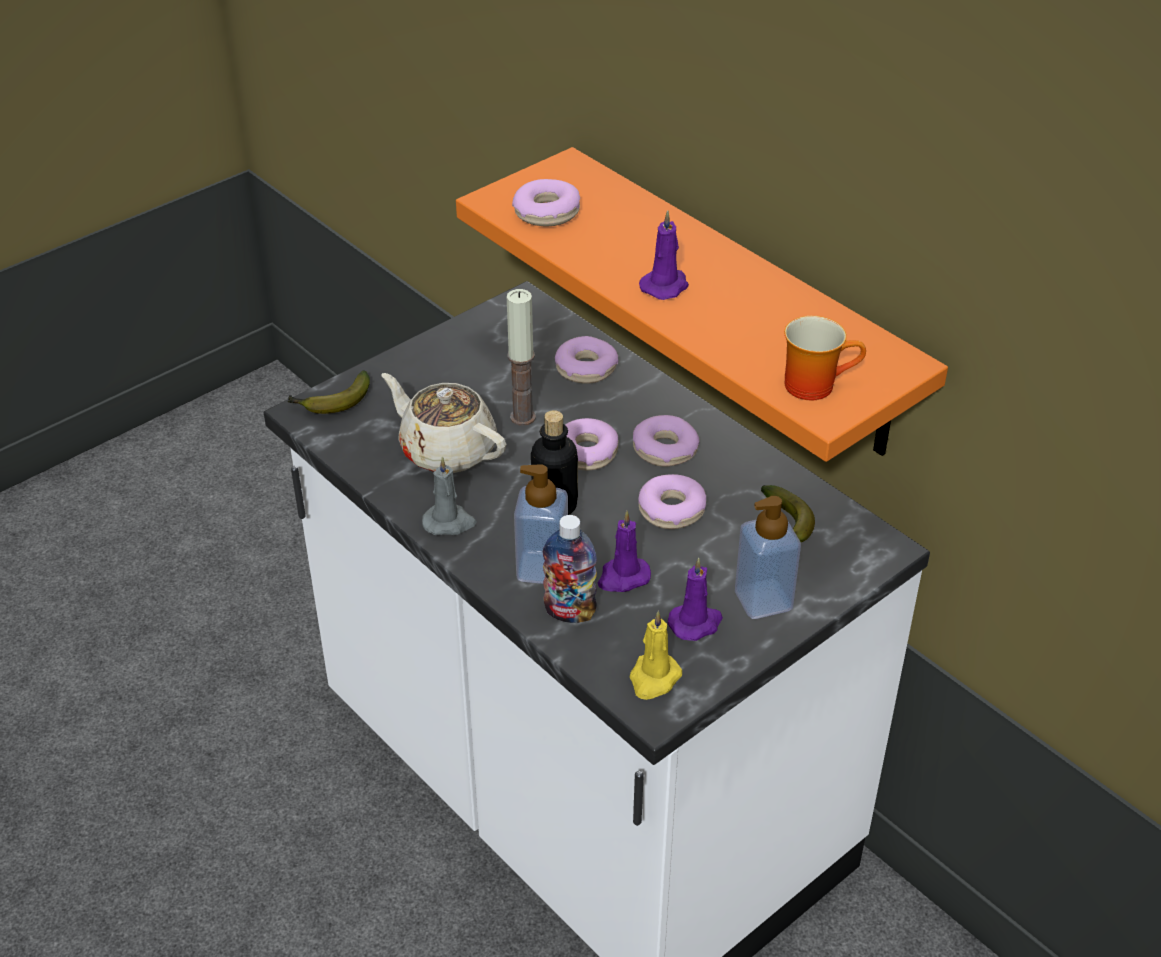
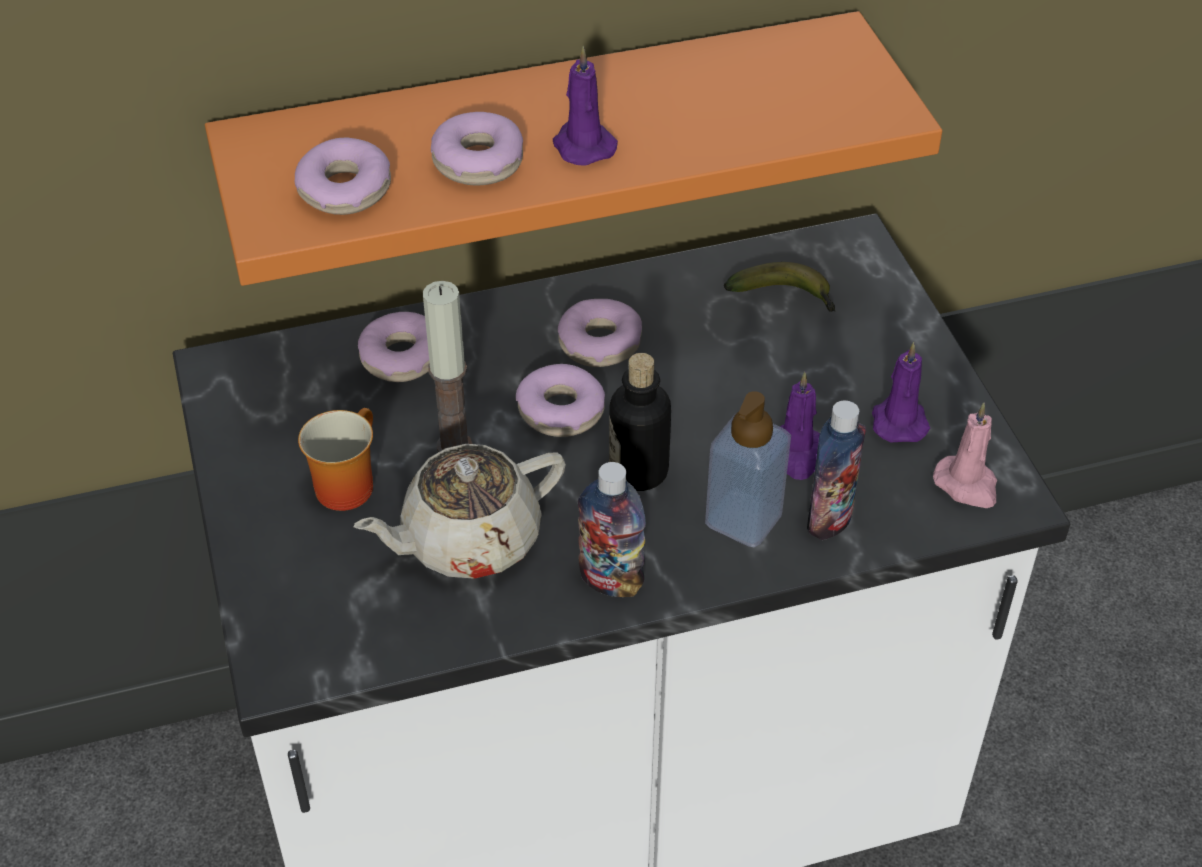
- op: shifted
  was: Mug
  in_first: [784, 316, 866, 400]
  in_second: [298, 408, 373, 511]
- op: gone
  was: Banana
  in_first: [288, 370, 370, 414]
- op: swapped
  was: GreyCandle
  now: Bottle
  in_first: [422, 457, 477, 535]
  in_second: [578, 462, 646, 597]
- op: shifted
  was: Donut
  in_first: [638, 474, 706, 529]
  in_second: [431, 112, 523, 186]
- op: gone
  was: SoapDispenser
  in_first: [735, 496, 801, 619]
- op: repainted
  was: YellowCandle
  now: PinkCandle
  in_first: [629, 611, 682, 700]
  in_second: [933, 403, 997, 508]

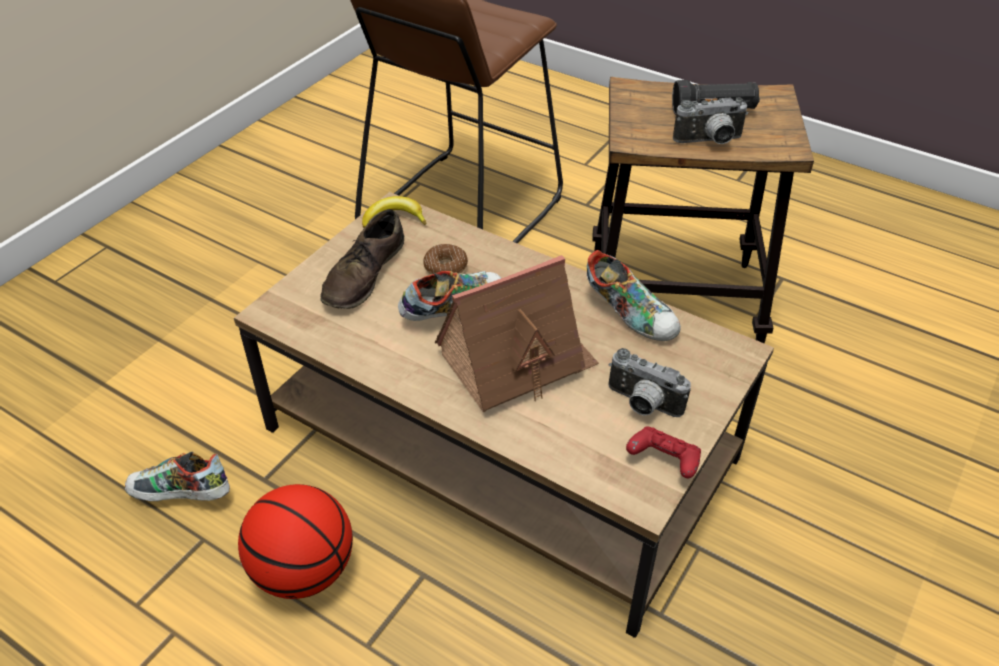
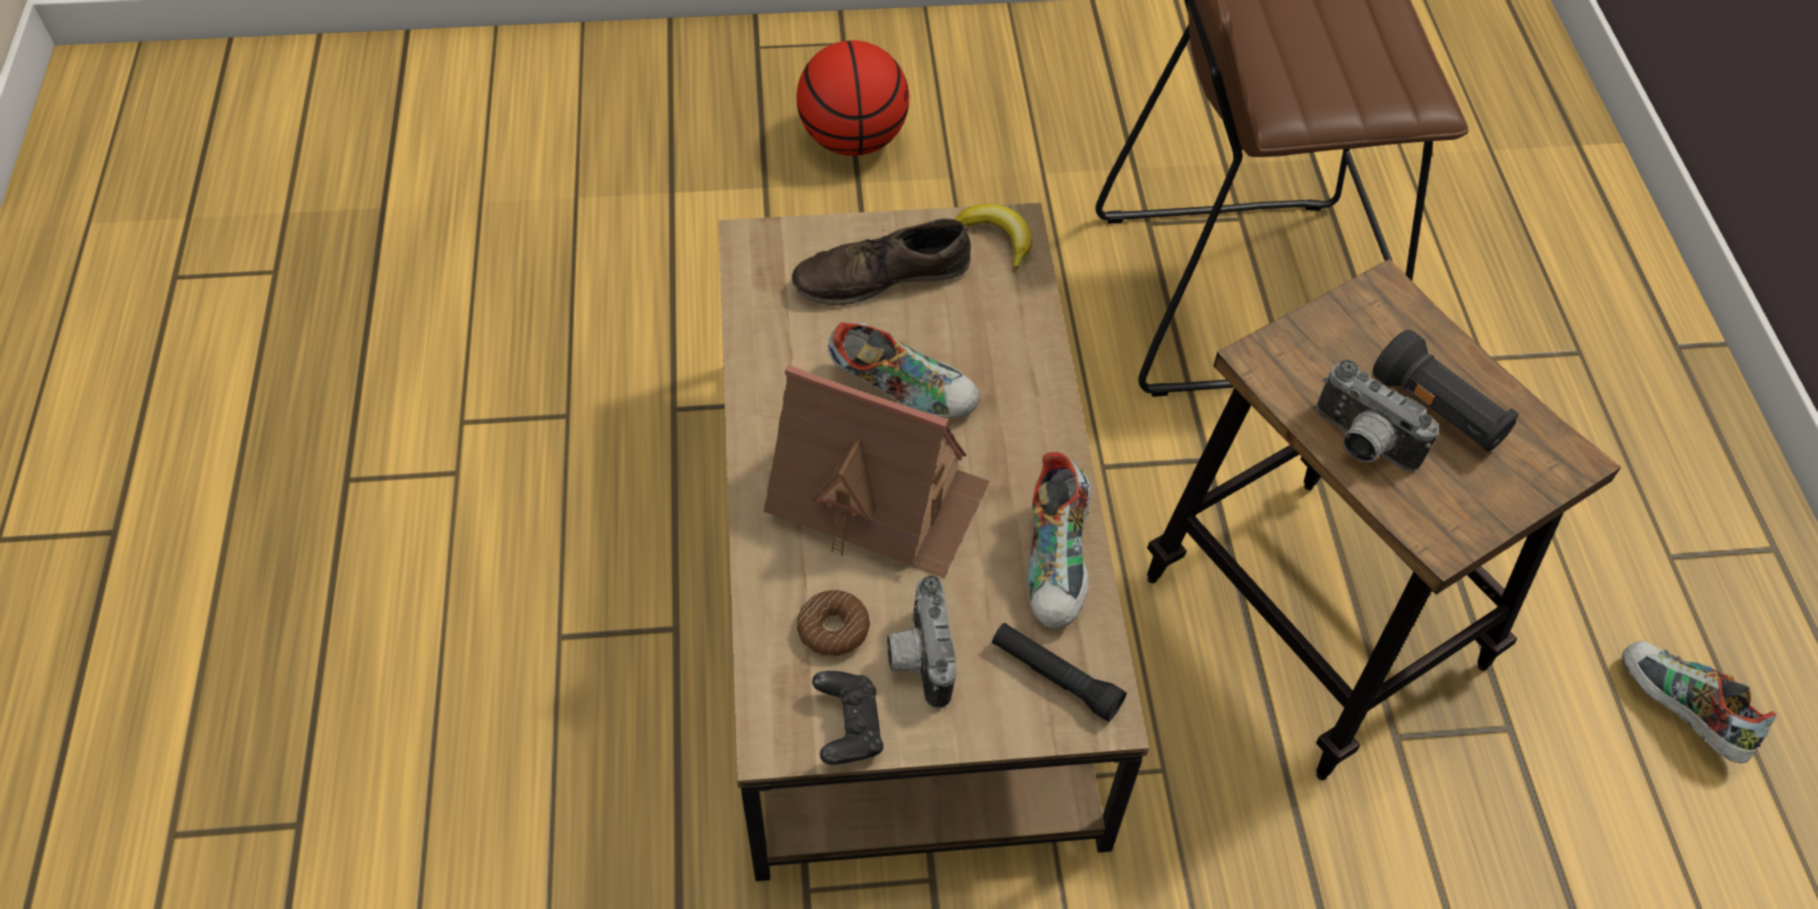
- op: shifted
  was: Donut
  in_first: [423, 244, 468, 275]
  in_second: [797, 590, 870, 657]
- op: repainted
  was: RedGameController
  now: BlackGameController
  in_first: [626, 426, 701, 478]
  in_second: [812, 671, 884, 765]
- op: shifted
  was: Shoe
  in_first: [125, 452, 230, 501]
  in_second: [1622, 641, 1776, 763]
- op: shifted
  was: Basketball
  in_first: [238, 484, 353, 599]
  in_second: [797, 40, 909, 156]
- op: new
  now: BlackFlashlight
  in_second: [992, 623, 1127, 722]

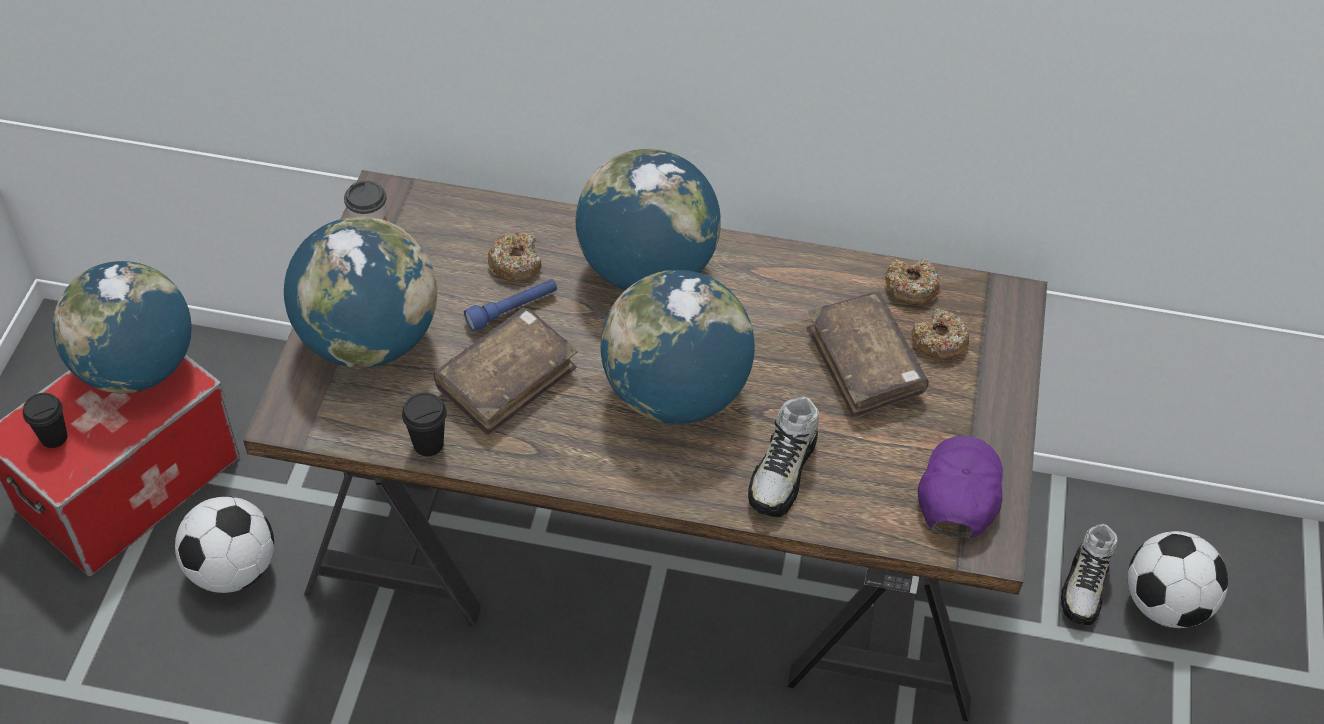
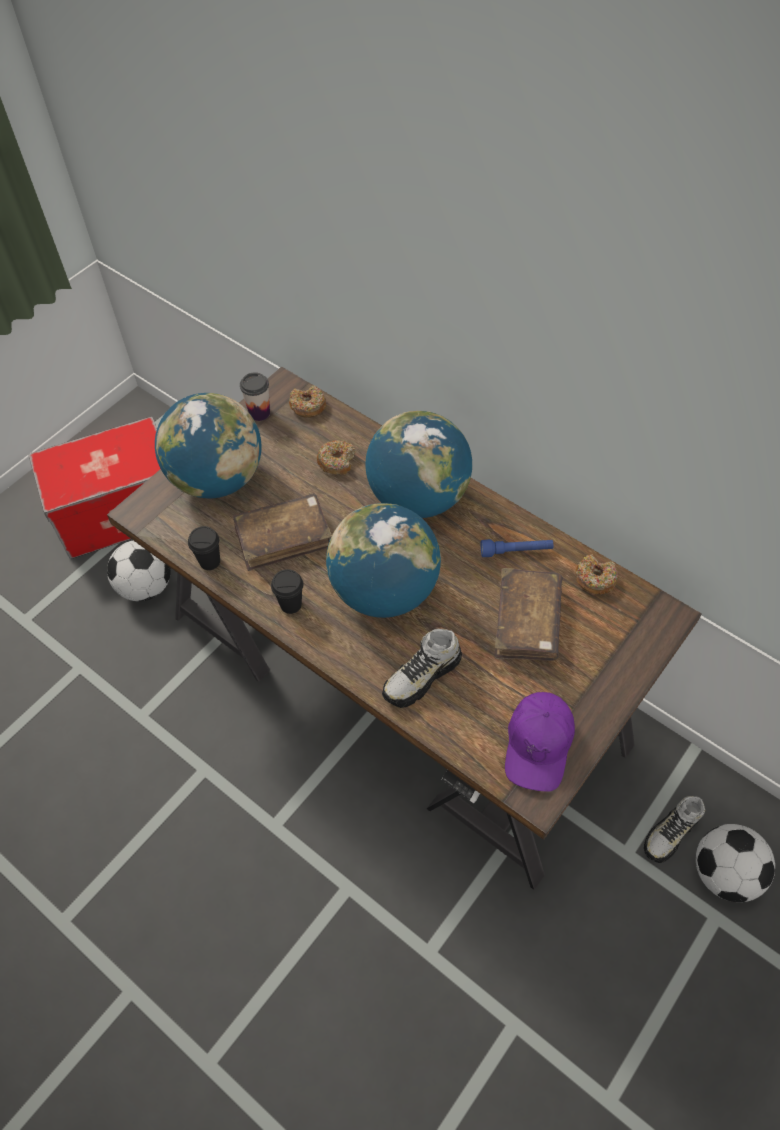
- op: gone
  was: Globe
  in_first: [53, 261, 191, 393]
- op: shifted
  was: BlueFlashlight
  in_first: [464, 279, 557, 331]
  in_second: [481, 539, 554, 557]
- op: shifted
  was: Donut
  in_first: [911, 309, 969, 360]
  in_second: [289, 385, 326, 418]
- op: shifted
  was: BlackCup
  in_first: [23, 393, 68, 448]
  in_second: [271, 569, 303, 614]
- op: rotated
  was: PurpleCap
  in_first: [918, 436, 1003, 538]
  in_second: [505, 692, 575, 792]
  clockwise: 150

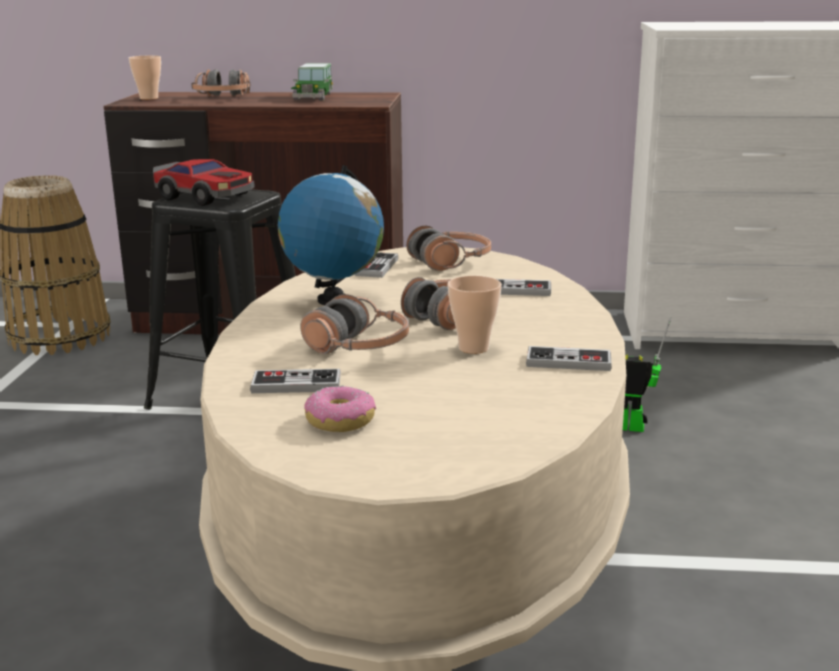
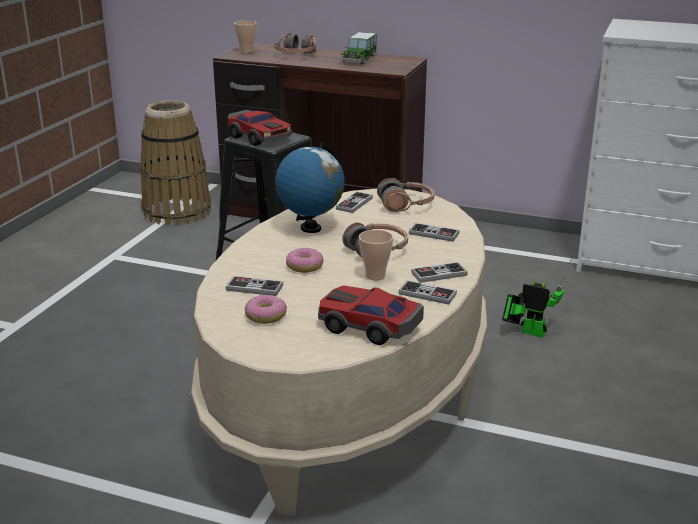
- op: swapped
  was: Headphones
  now: Donut
  in_first: [301, 294, 409, 354]
  in_second: [286, 248, 324, 273]
- op: new
  now: GameController
  in_second: [411, 262, 468, 283]
- op: new
  now: ToyCar
  in_second: [318, 285, 424, 345]

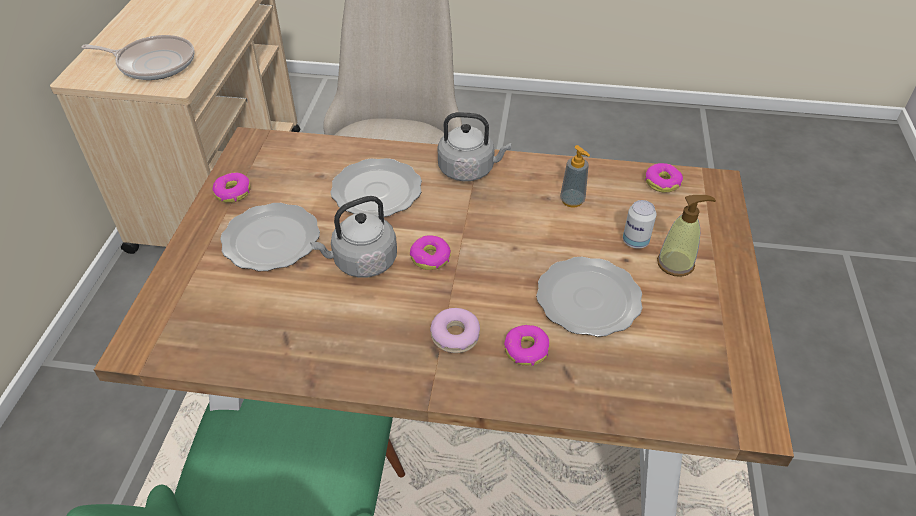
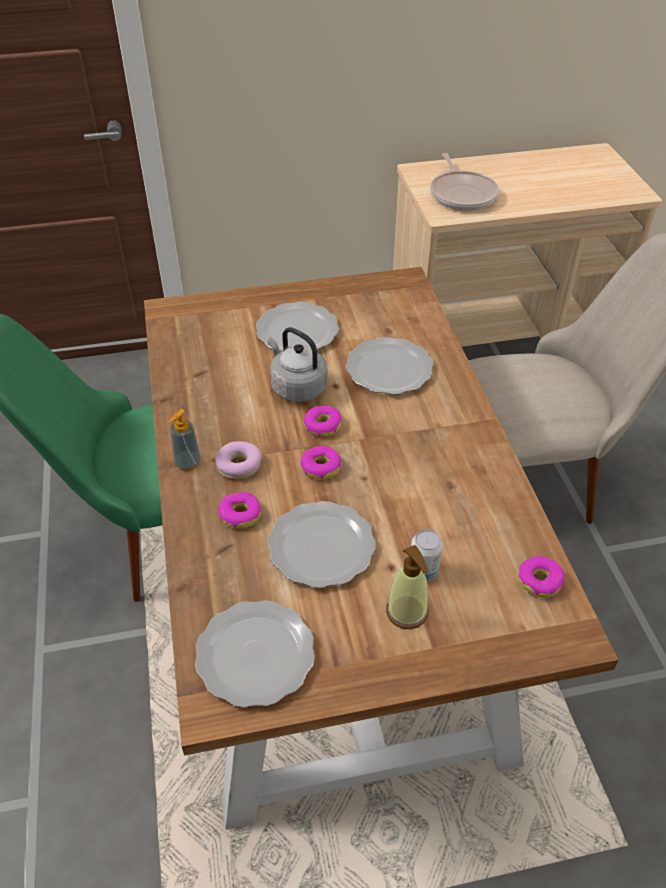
- op: gone
  was: GreyKettle
  in_first: [438, 112, 511, 181]
- op: shifted
  was: SoapDispenser
  in_first: [560, 145, 590, 207]
  in_second: [169, 409, 201, 471]
- op: shifted
  was: Donut
  in_first: [212, 173, 251, 203]
  in_second: [300, 446, 342, 480]
- op: new
  now: Plate
  in_second: [195, 600, 315, 708]

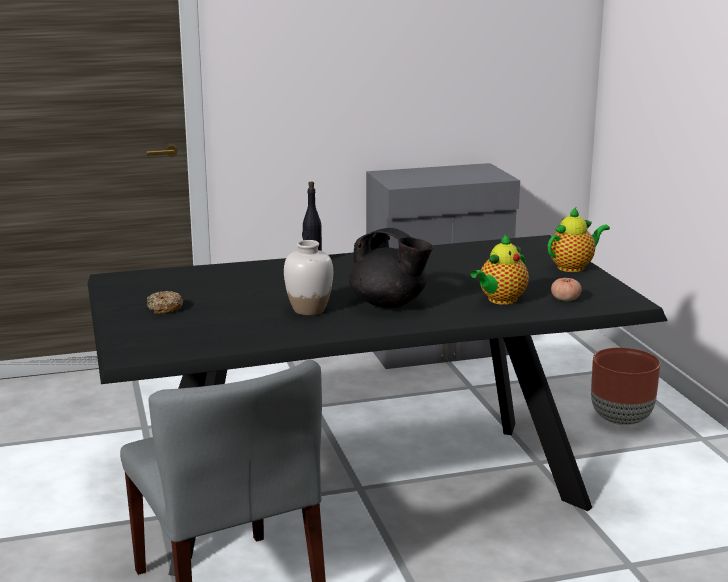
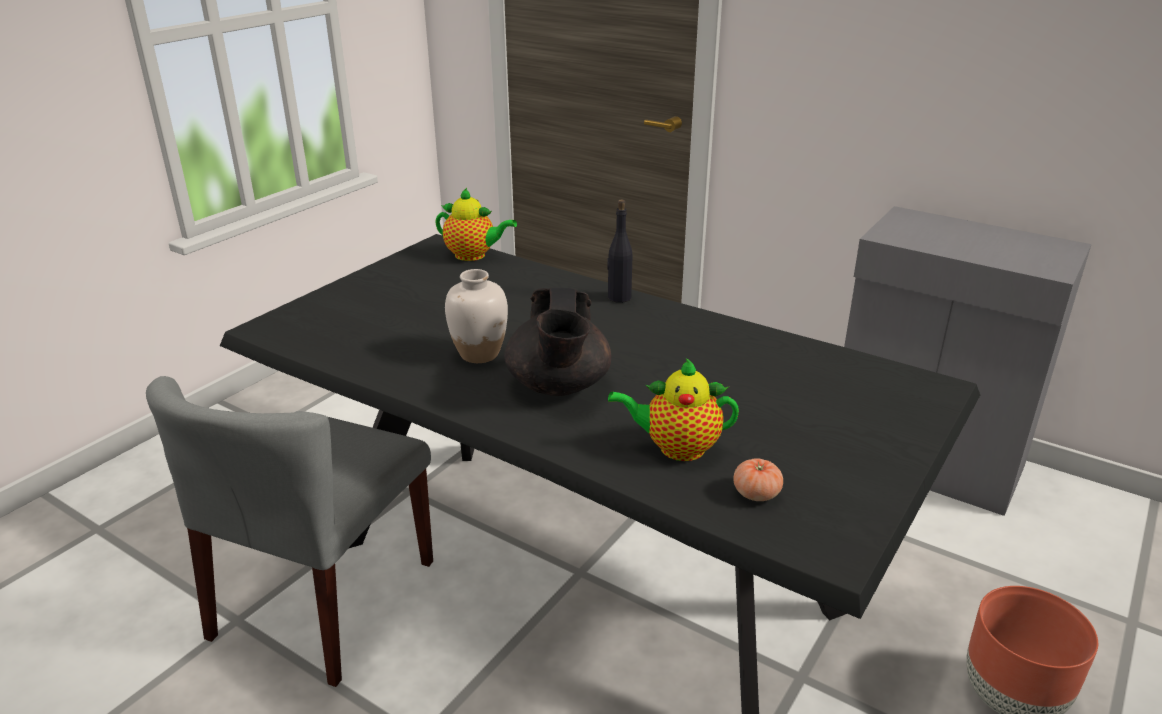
- op: shifted
  was: Teapot
  in_first: [548, 206, 610, 272]
  in_second: [435, 188, 517, 261]
- op: gone
  was: Donut
  in_first: [147, 291, 183, 314]

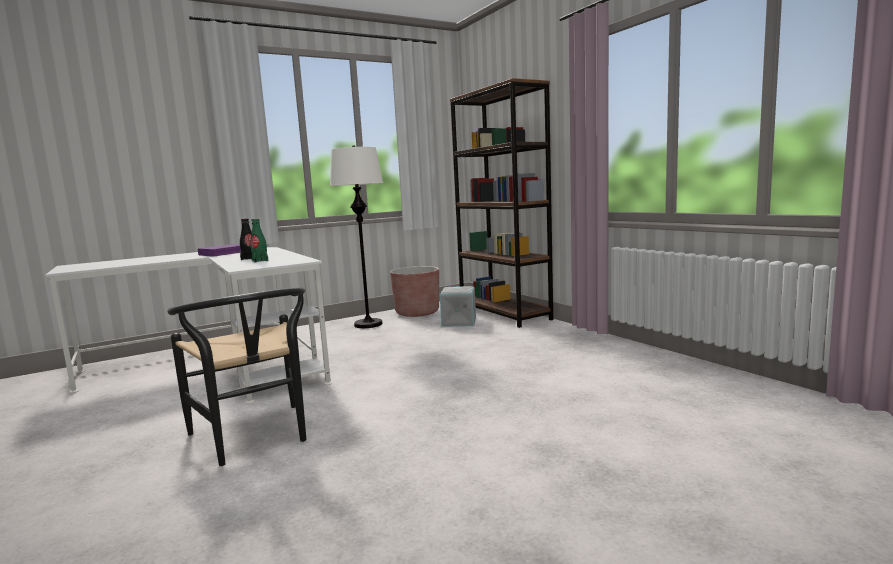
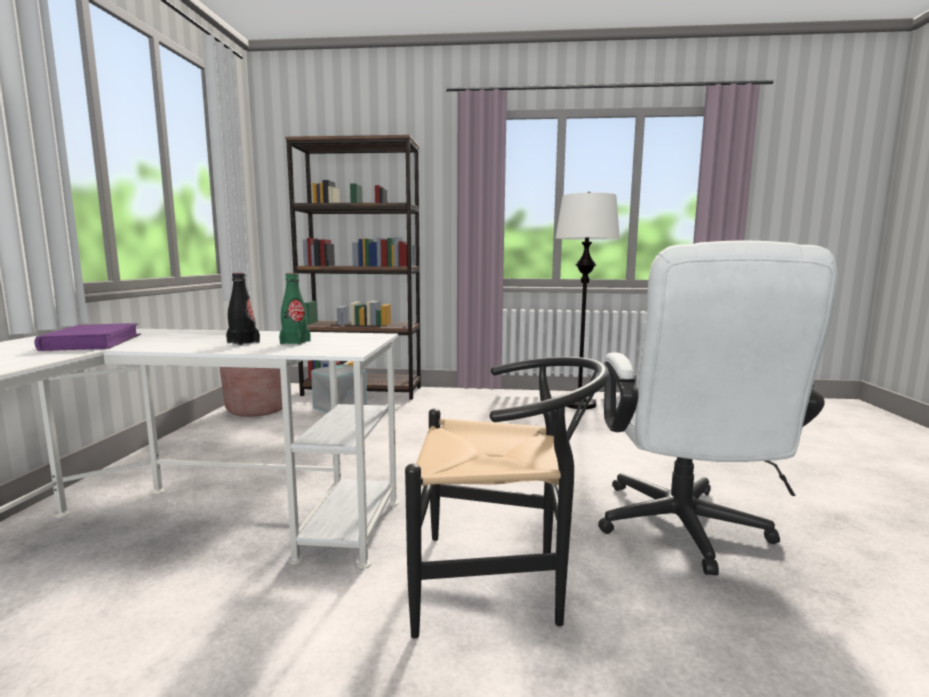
- op: shifted
  was: WhiteFloorLamp
  in_first: [330, 145, 383, 328]
  in_second: [555, 191, 620, 409]
- op: new
  now: WhiteOfficeChair
  in_second: [598, 241, 838, 575]

